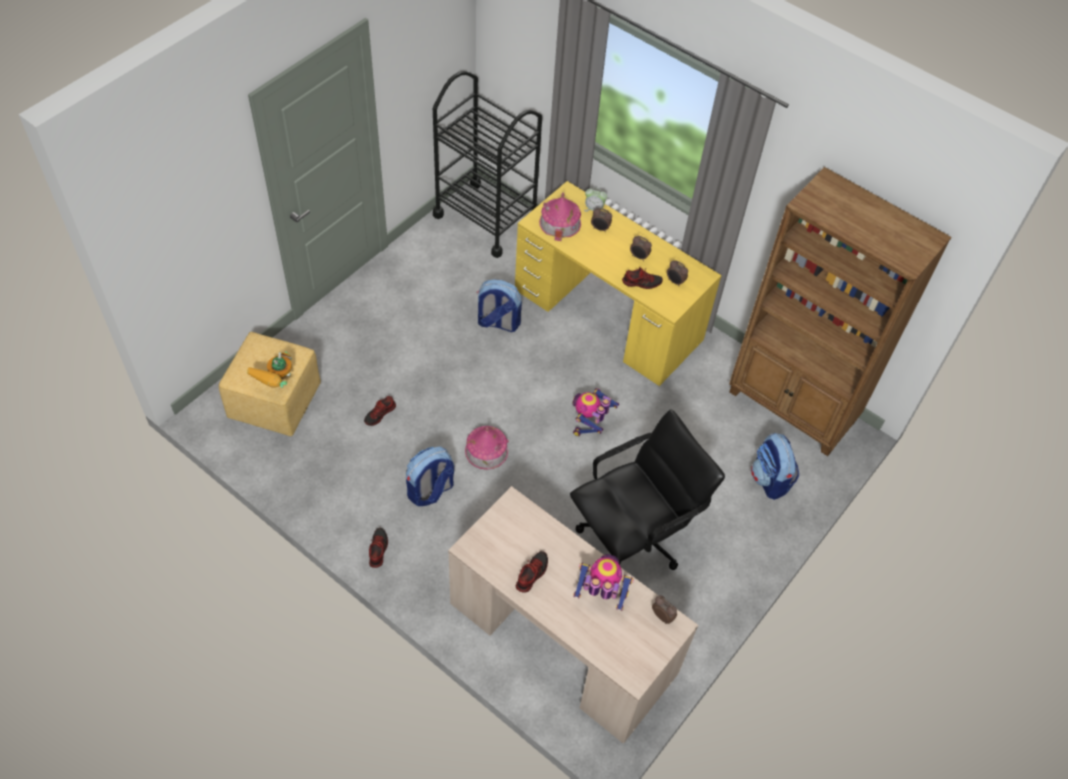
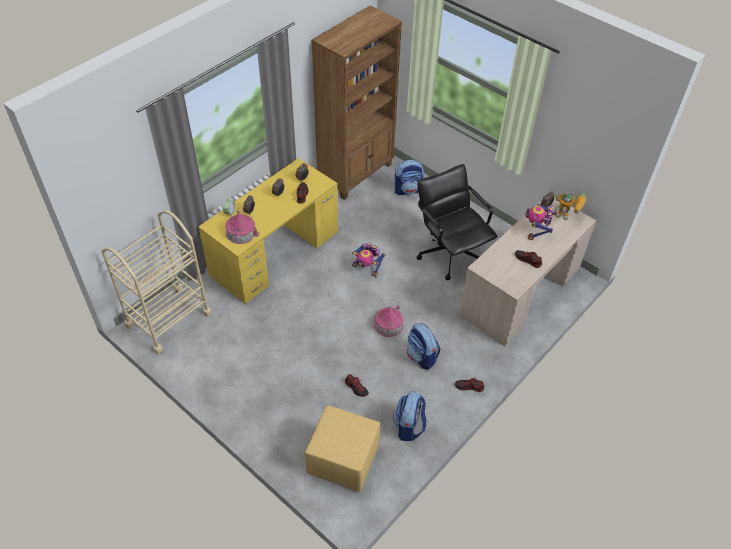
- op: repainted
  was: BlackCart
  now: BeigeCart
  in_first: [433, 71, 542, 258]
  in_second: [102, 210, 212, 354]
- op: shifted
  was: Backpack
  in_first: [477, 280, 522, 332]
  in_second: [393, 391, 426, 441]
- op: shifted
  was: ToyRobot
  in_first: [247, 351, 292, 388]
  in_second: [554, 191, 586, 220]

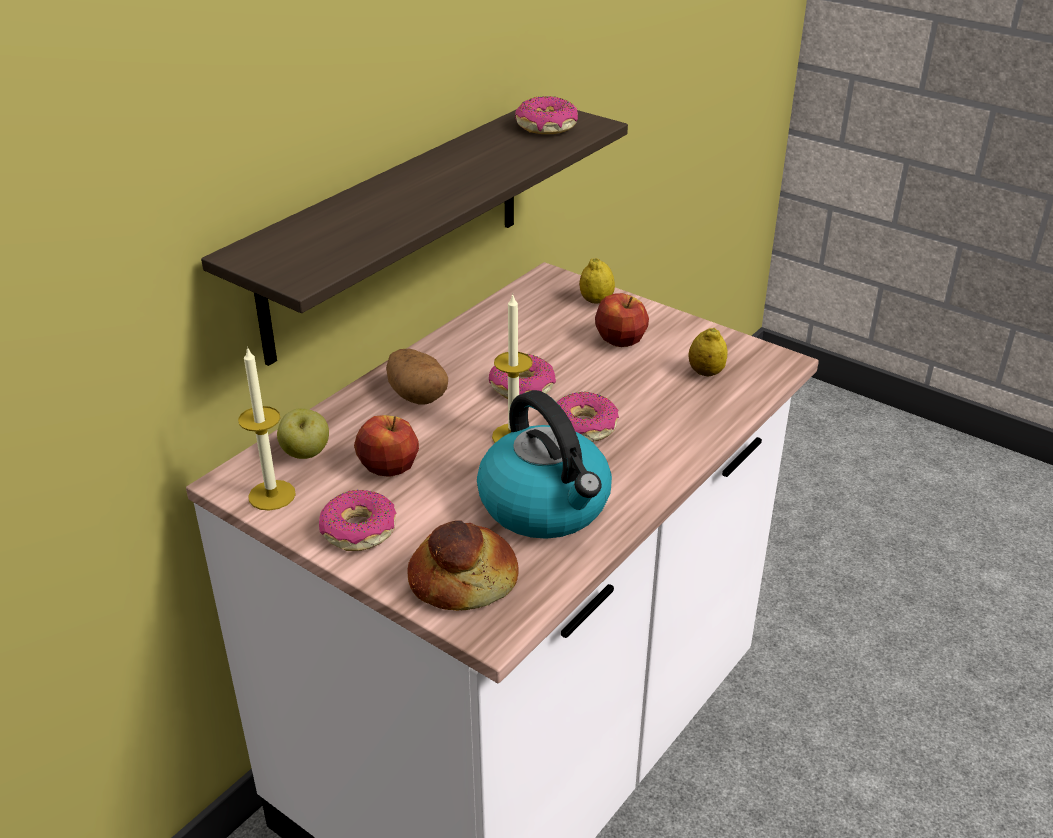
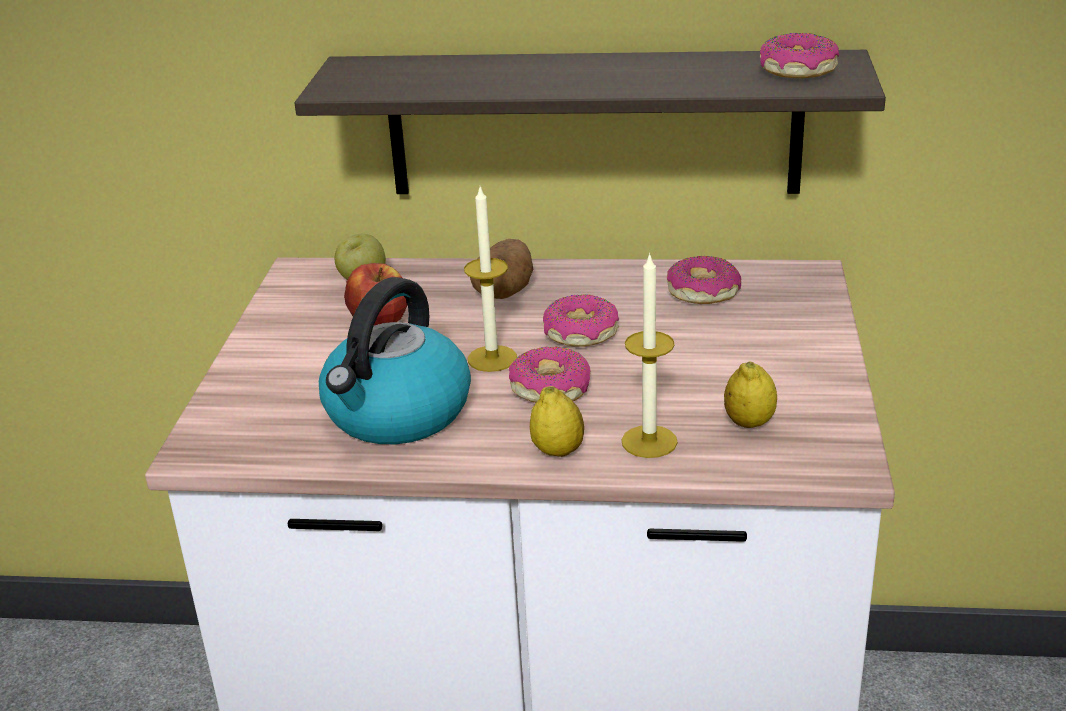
- op: shifted
  was: Lemon
  in_first: [579, 258, 615, 303]
  in_second: [530, 386, 584, 457]
- op: gone
  was: Apple
  in_first: [595, 293, 649, 347]
- op: shifted
  was: Candle
  in_first: [238, 346, 296, 511]
  in_second: [622, 252, 678, 458]
- op: shifted
  was: Donut
  in_first: [319, 490, 397, 551]
  in_second: [667, 256, 741, 304]
- op: gone
  was: Bread
  in_first: [407, 521, 519, 611]

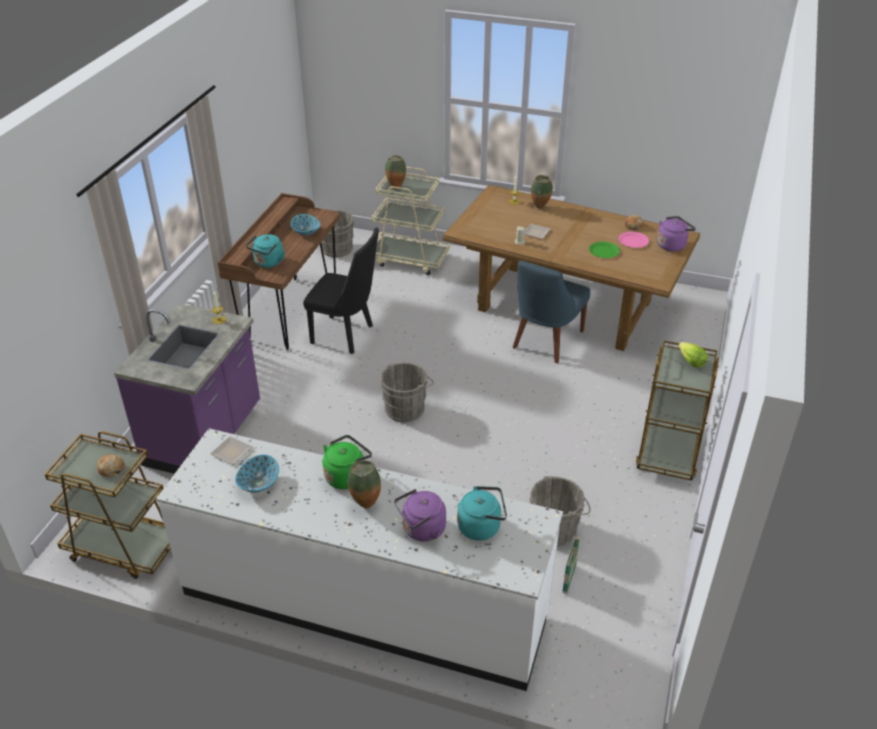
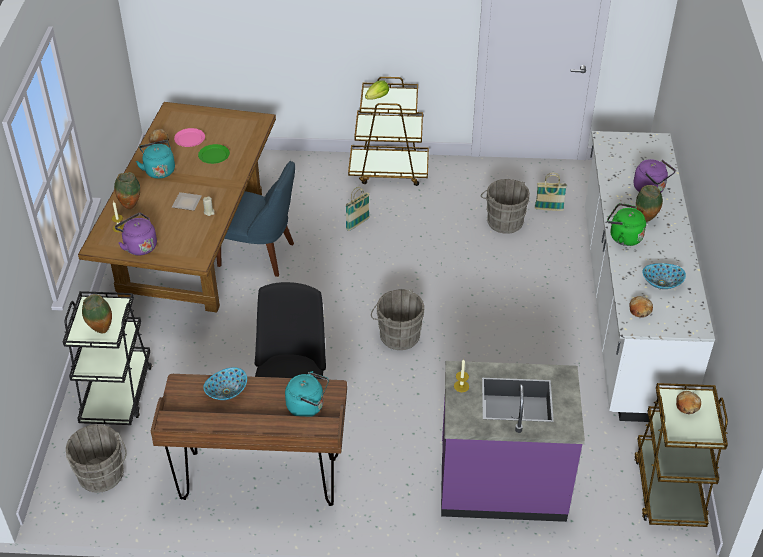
- op: repainted
  was: BeigeCart
  now: BlackCart
  in_first: [372, 167, 450, 275]
  in_second: [63, 291, 152, 425]
- op: shifted
  was: PurpleKettle
  in_first: [657, 216, 696, 252]
  in_second: [115, 213, 157, 256]
- op: swapped
  was: Plate
  now: Bread
  in_first: [210, 436, 253, 465]
  in_second: [629, 296, 653, 318]
- op: shifted
  was: TurquoiseKettle
  in_first: [457, 486, 507, 541]
  in_second: [136, 140, 175, 179]
- op: new
  now: Basket
  in_second: [346, 187, 370, 231]

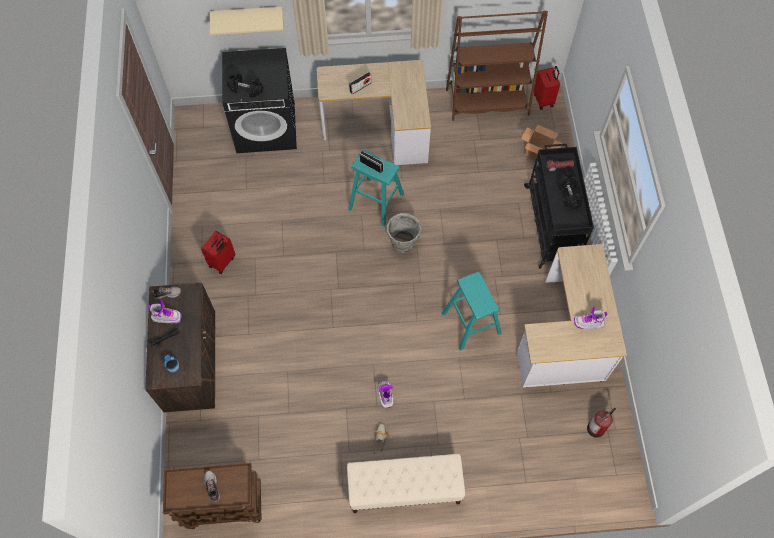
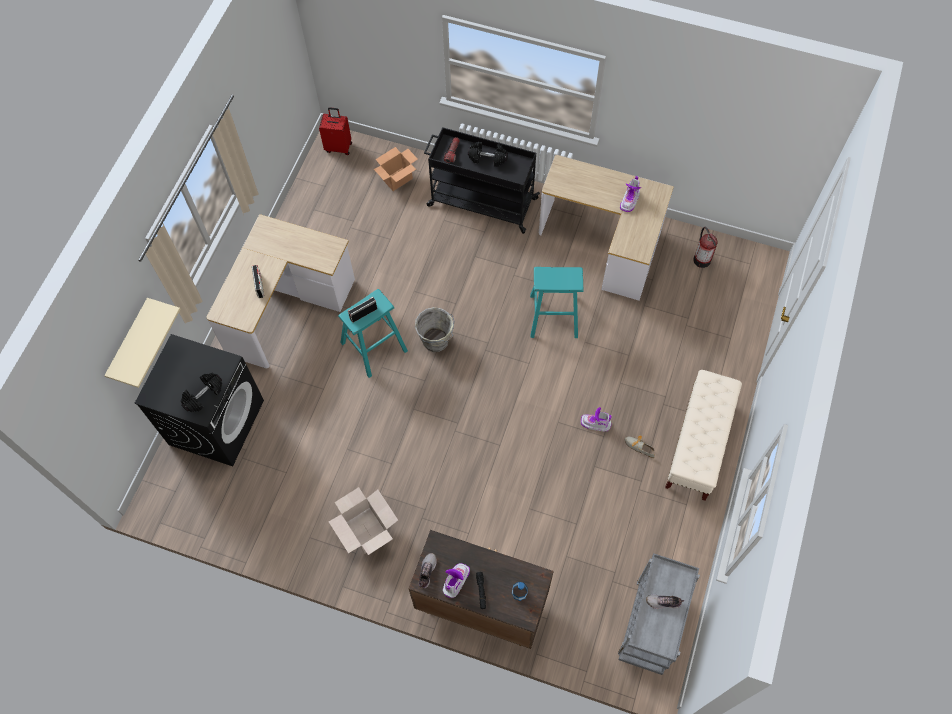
- op: gone
  was: BrownBookcase
  in_first: [446, 11, 548, 121]
- op: swapped
  was: RedSuitcase
  now: CardboardBox
  in_first: [201, 231, 235, 274]
  in_second: [329, 487, 398, 555]
- op: repainted
  was: BrownCart
  now: GreyCart
  in_first: [163, 461, 261, 529]
  in_second: [618, 554, 700, 675]

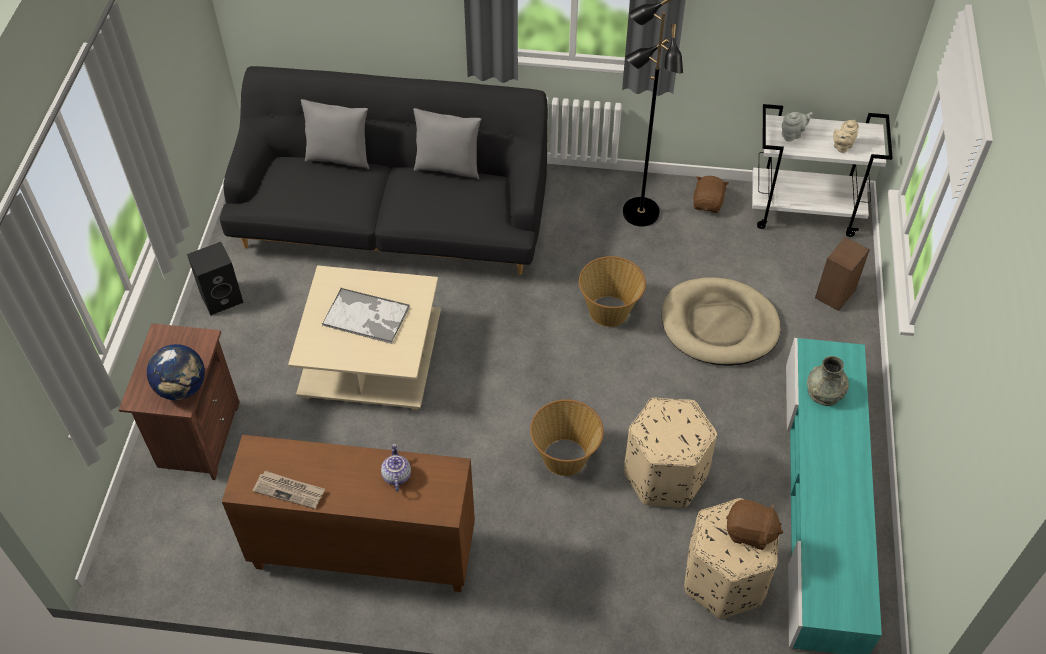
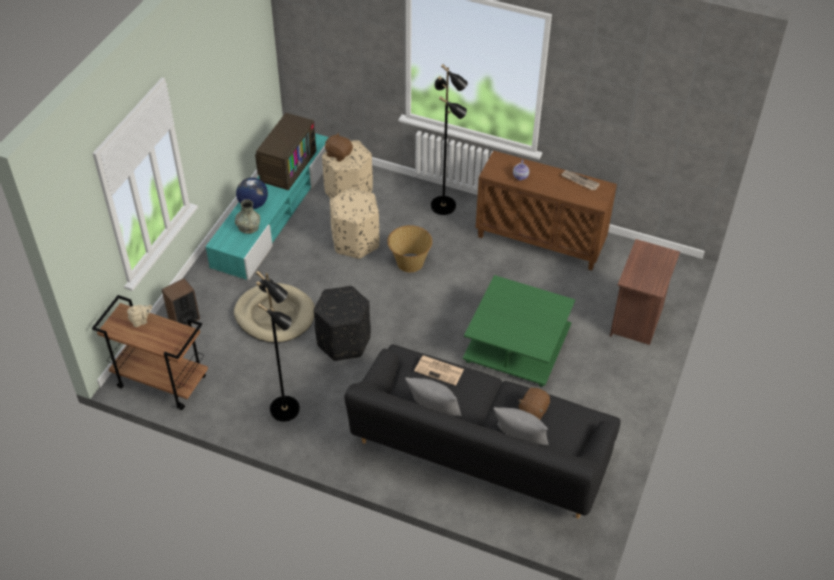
- op: repainted
  was: WhiteCart
  now: BrownCart
  in_first: [752, 104, 893, 237]
  in_second: [92, 295, 208, 410]
- op: gone
  was: GreyTeapot
  in_first: [782, 112, 813, 142]
- op: shifted
  was: BrownPlushToy
  in_first: [693, 176, 729, 213]
  in_second: [518, 388, 550, 419]
- op: gone
  was: BlackSpeaker
  in_first: [187, 242, 244, 315]
- op: swapped
  was: Basket
  now: BlackOttoman
  in_first: [579, 256, 646, 327]
  in_second: [314, 286, 371, 361]
- op: repainted
  was: BeigeCoffeeTable
  now: GreenCoffeeTable
  in_first: [288, 265, 441, 411]
  in_second: [463, 275, 575, 387]
- op: gone
  was: Tray
  in_first: [322, 288, 410, 344]
- op: shifted
  was: Globe
  in_first: [147, 344, 205, 400]
  in_second: [236, 178, 268, 209]
- op: new
  now: BlackFloorLamp
  in_second: [431, 64, 468, 215]
- op: new
  now: Television
  in_second: [255, 113, 316, 190]
- op: new
  now: Newspaper
  in_second: [414, 355, 464, 386]

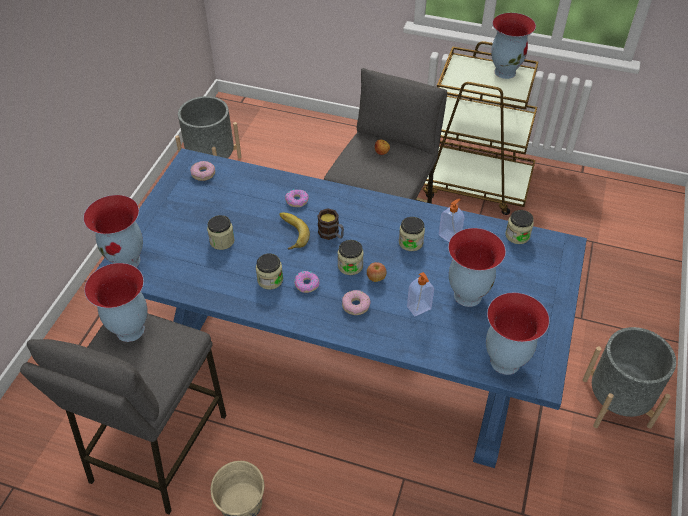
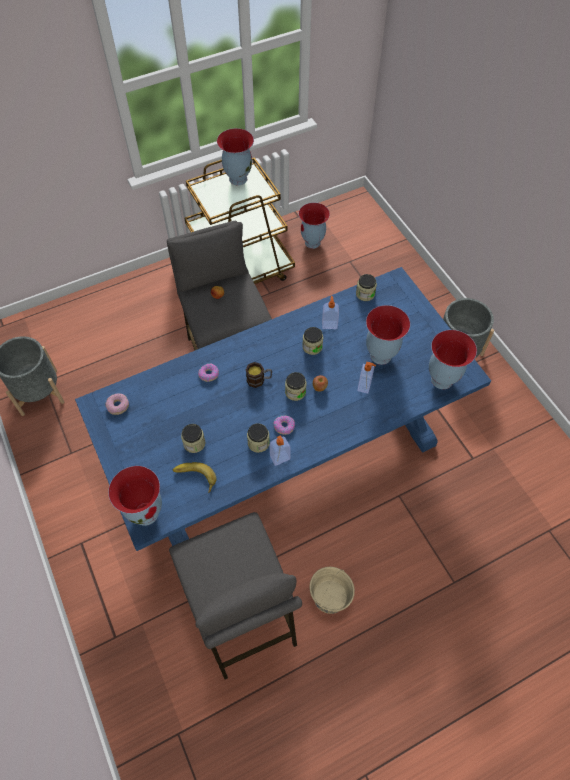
- op: shifted
  was: Banana
  in_first: [279, 213, 310, 249]
  in_second: [173, 462, 216, 493]
- op: shifted
  was: Vase
  in_first: [84, 263, 148, 342]
  in_second: [299, 203, 330, 249]
- op: gone
  was: Donut
  in_first: [342, 290, 371, 315]
- op: new
  now: SoapDispenser
  in_second: [270, 435, 291, 466]

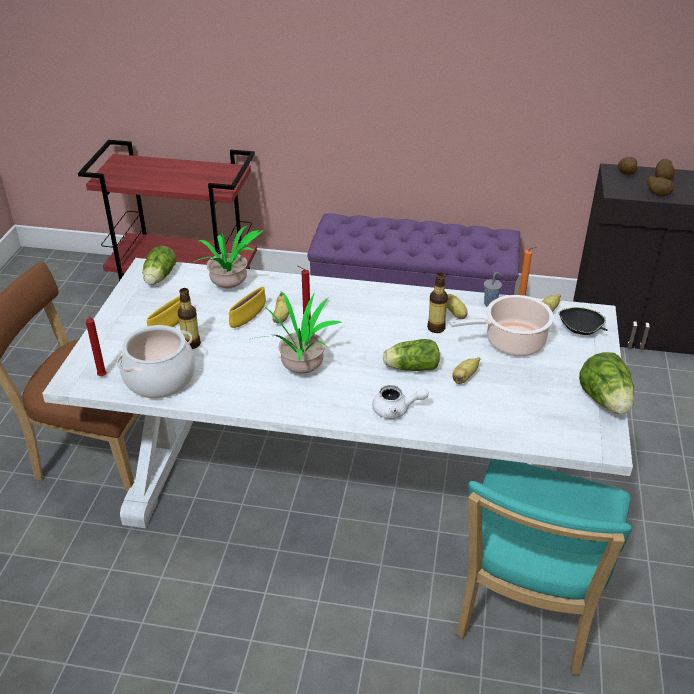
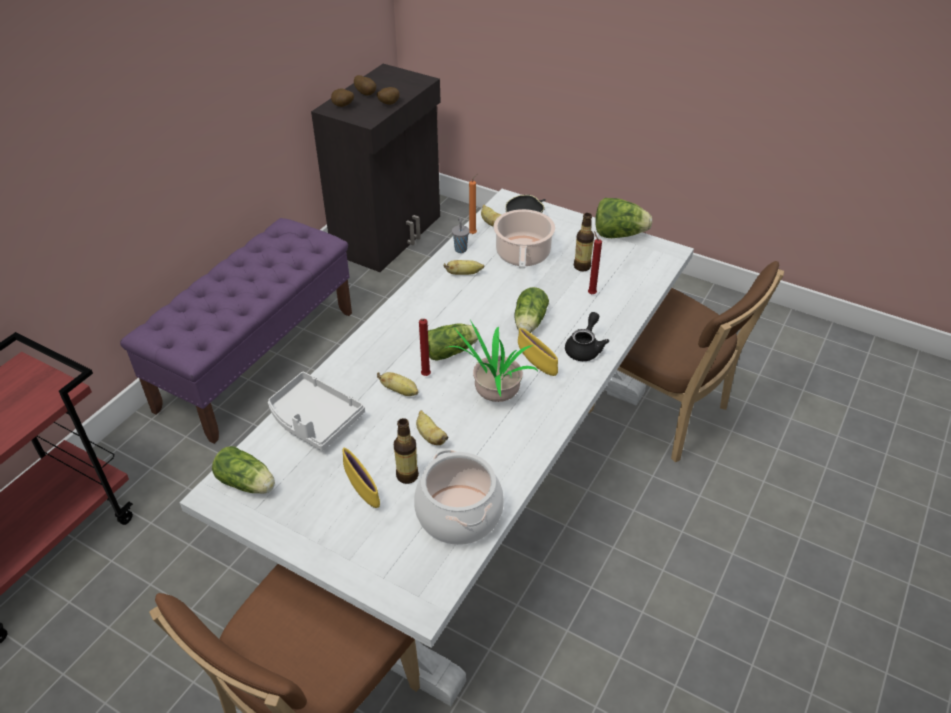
- op: swapped
  was: PottedPlant
  now: WhiteTray
  in_first: [193, 226, 264, 288]
  in_second: [268, 372, 365, 451]
- op: shifted
  was: Bottle
  in_first: [427, 273, 448, 333]
  in_second: [574, 213, 594, 271]
- op: shifted
  was: YellowBowl
  in_first: [229, 287, 266, 328]
  in_second: [518, 328, 558, 376]
- op: shifted
  was: RedCandle
  in_first: [86, 310, 107, 376]
  in_second: [588, 231, 602, 294]
- op: shifted
  was: Banana
  in_first: [452, 357, 480, 384]
  in_second: [416, 410, 448, 445]
- op: repainted
  was: WhiteTeapot
  now: BlackTeapot
  in_first: [372, 385, 429, 419]
  in_second: [565, 312, 609, 361]
- op: repainted
  was: TurquoiseChair
  now: BrownChair
  in_first: [457, 459, 632, 675]
  in_second: [589, 261, 784, 462]
- op: new
  now: Lettuce
  in_second: [428, 324, 479, 361]

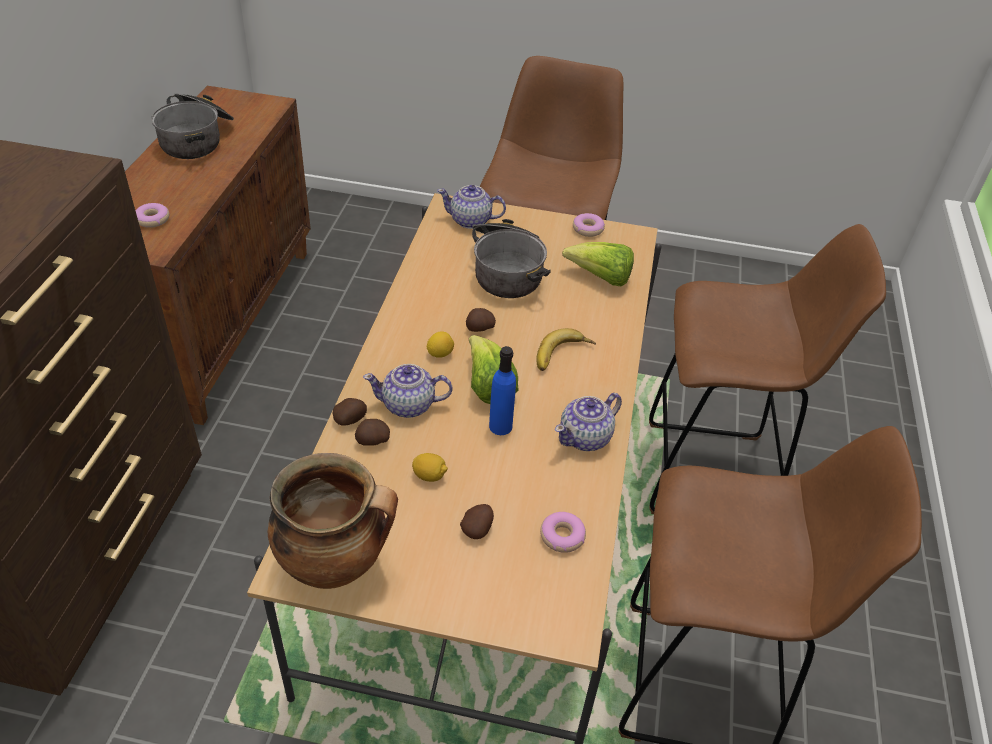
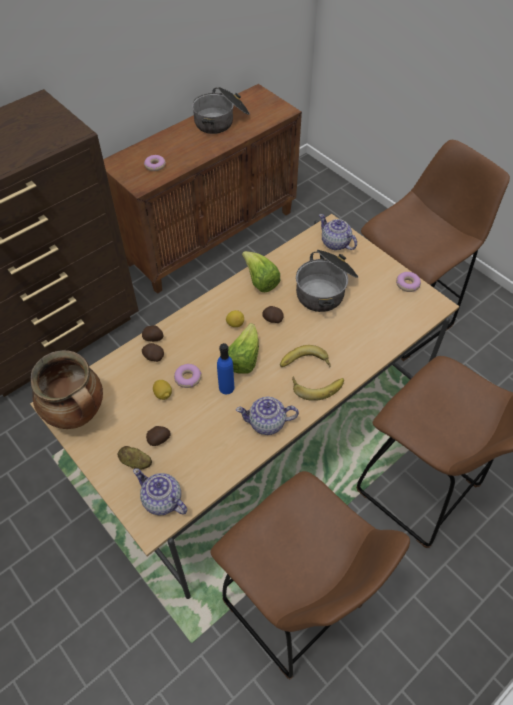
- op: shifted
  was: Lettuce
  in_first: [562, 242, 634, 286]
  in_second: [242, 251, 281, 292]
- op: shifted
  was: Teapot
  in_first: [363, 364, 452, 418]
  in_second: [133, 468, 187, 516]
- op: shifted
  was: Donut
  in_first: [540, 512, 586, 553]
  in_second: [174, 364, 202, 388]
- op: new
  now: Banana
  in_second: [292, 376, 344, 401]
- op: new
  now: Potato
  in_second: [118, 446, 152, 470]

